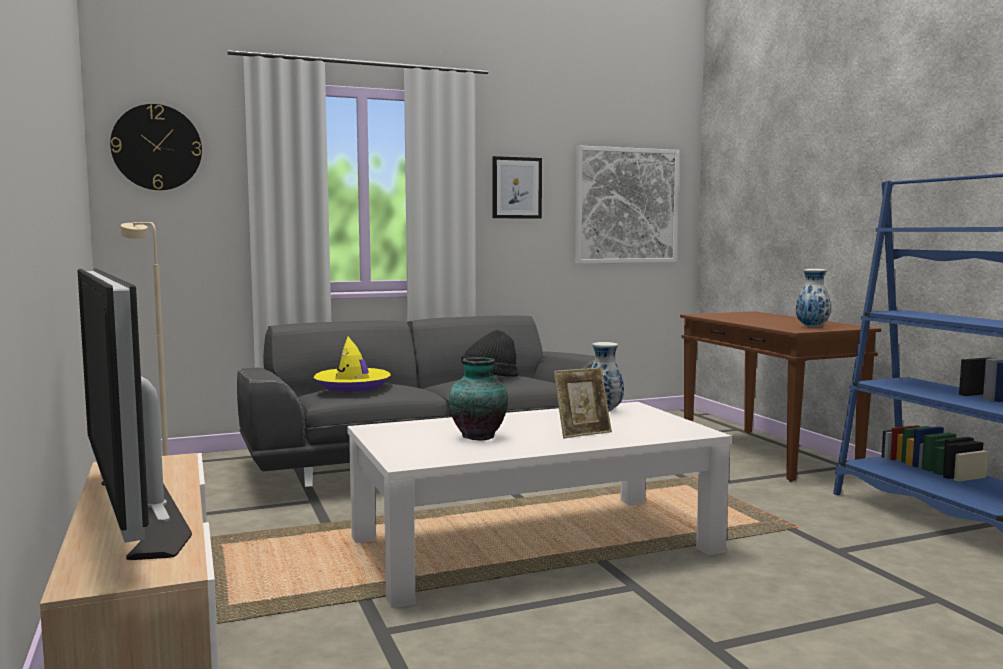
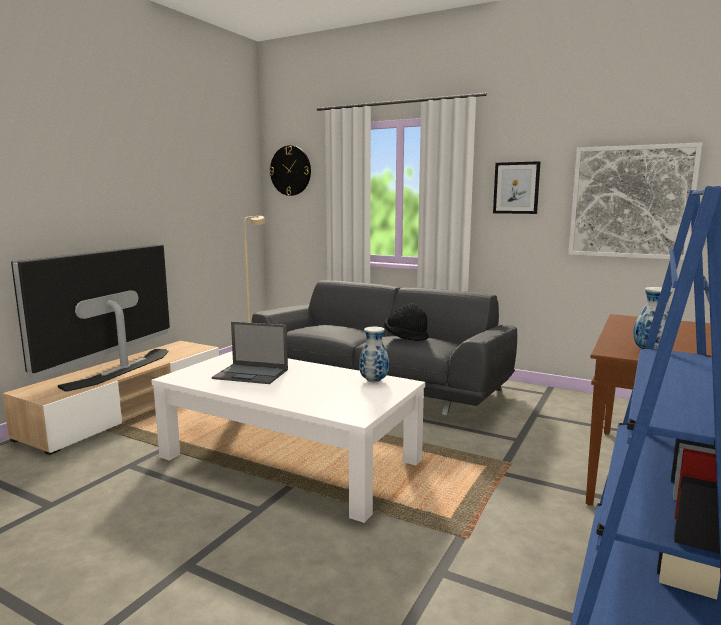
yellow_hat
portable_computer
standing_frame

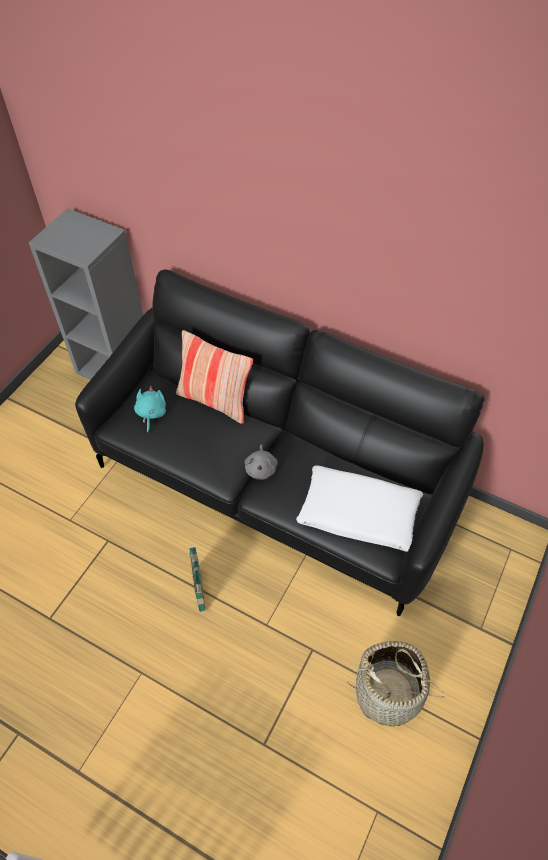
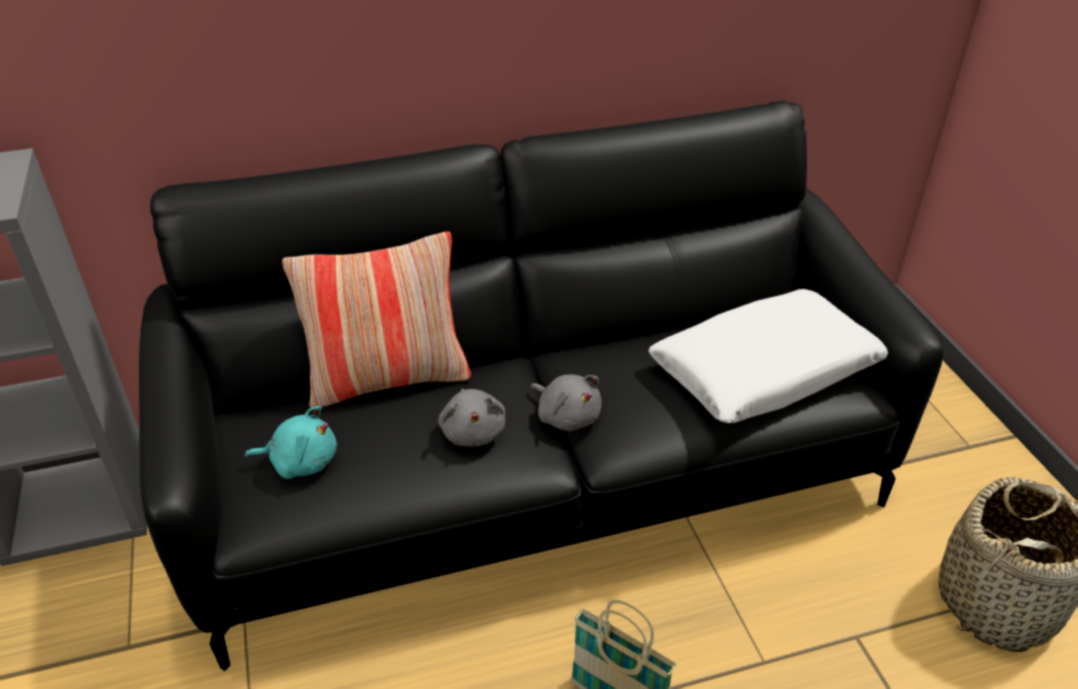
turquoise-coloured_plush_toy
greyish_plush_toy (1st from left)

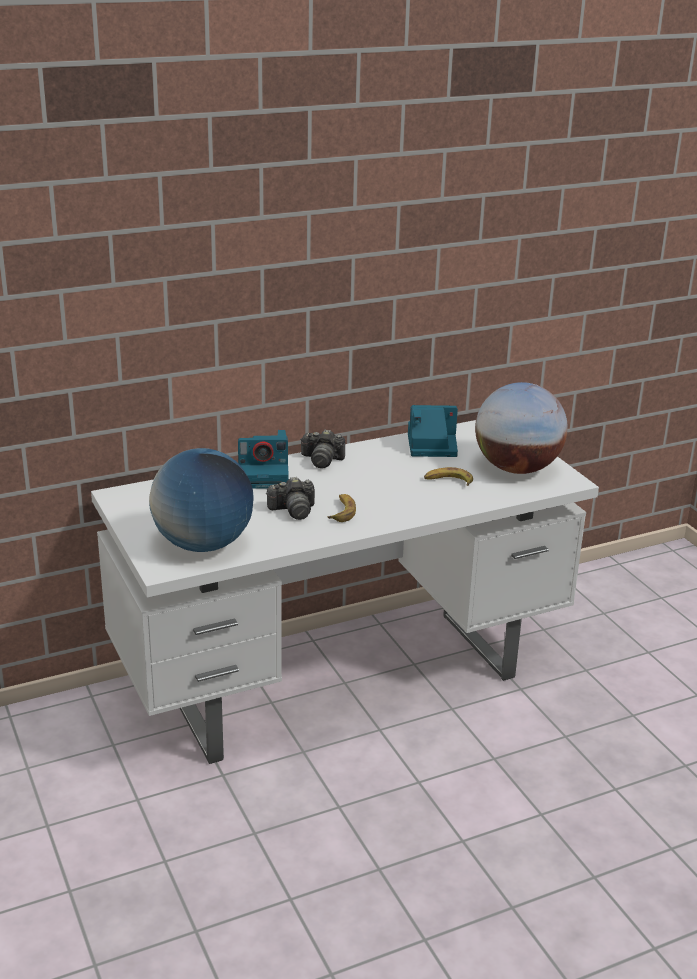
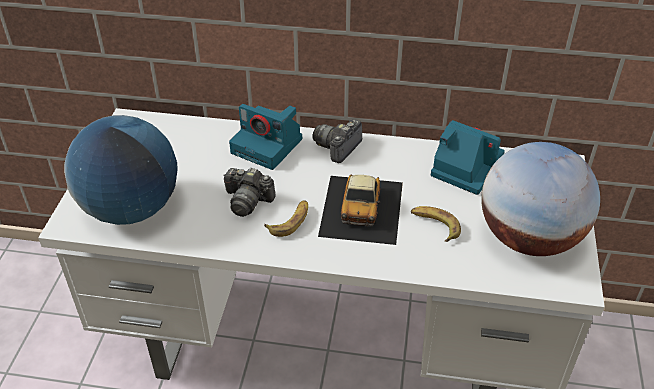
still_camera (3rd from left)
toy_car

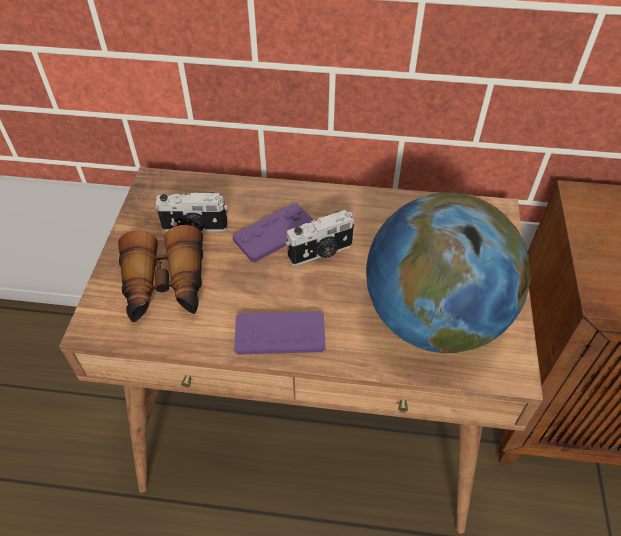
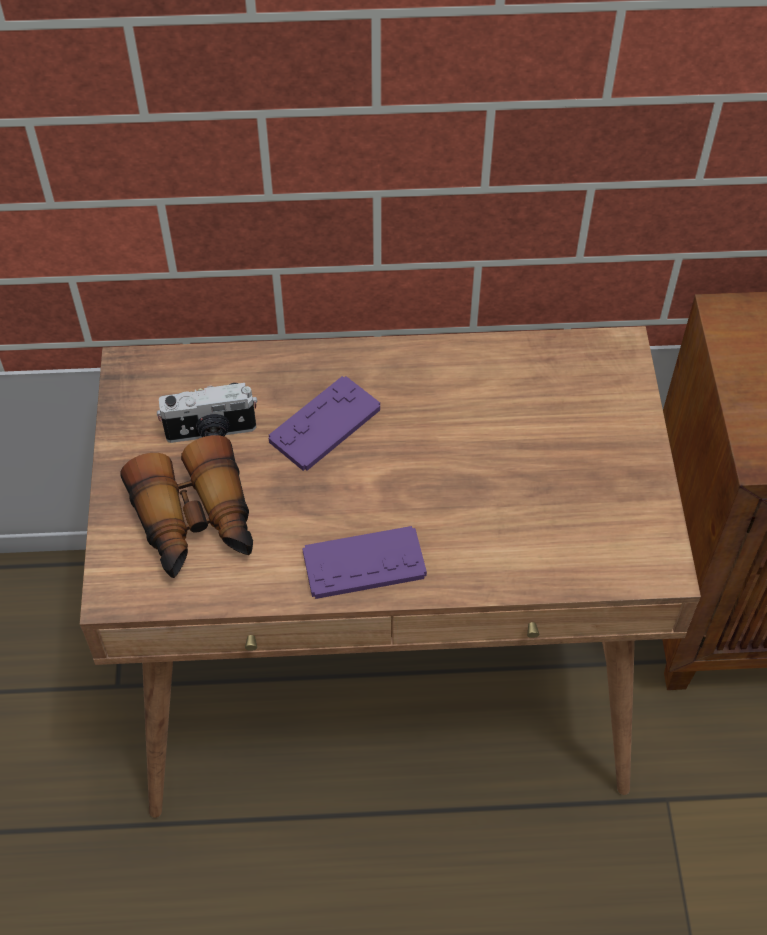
still_camera (2nd from left in the first image)
globe

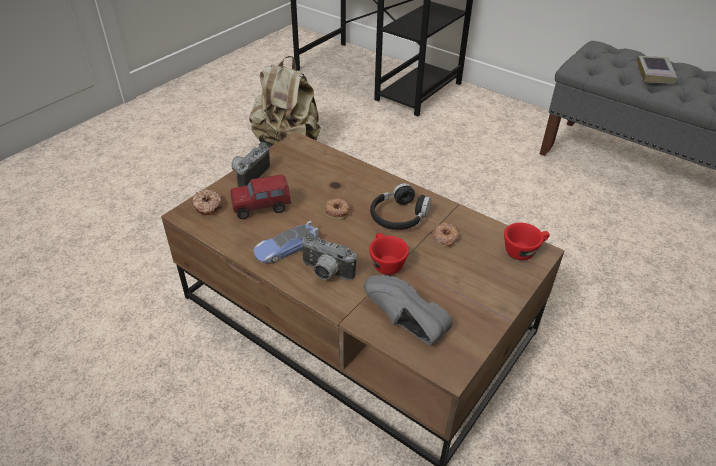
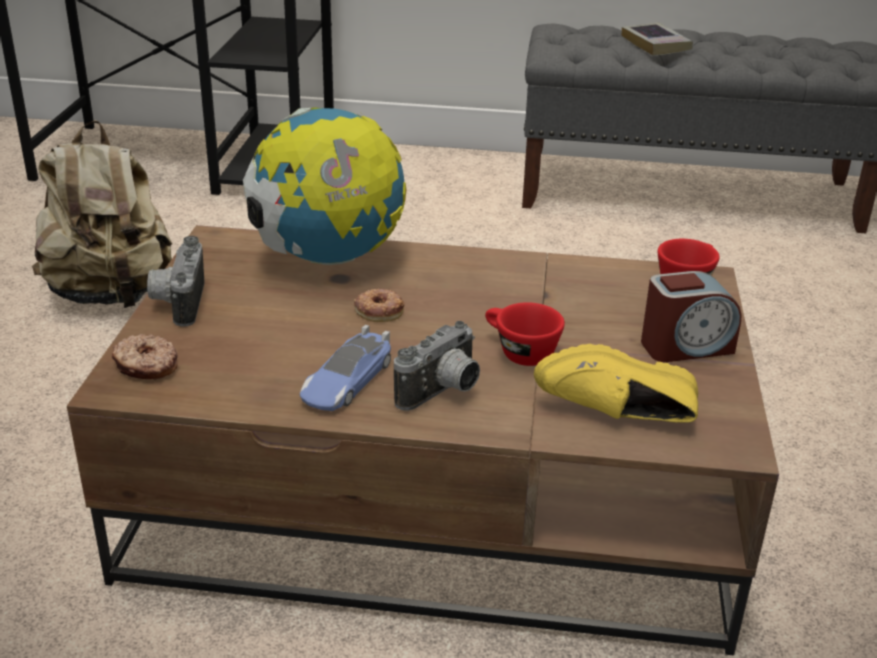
model_truck
still_camera (2nd from left)
yellow_low_shoe
black_pair_of_headphones
ring_doughnut (3rd from left in the first image)
globe
table_clock

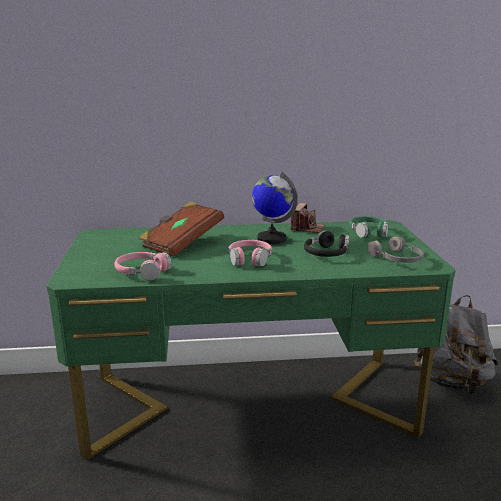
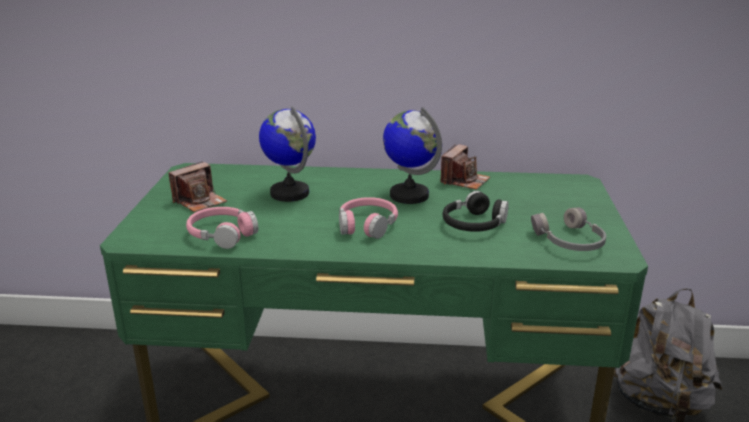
globe (1st from left)
greenish_pair_of_headphones
still_camera (1st from left)

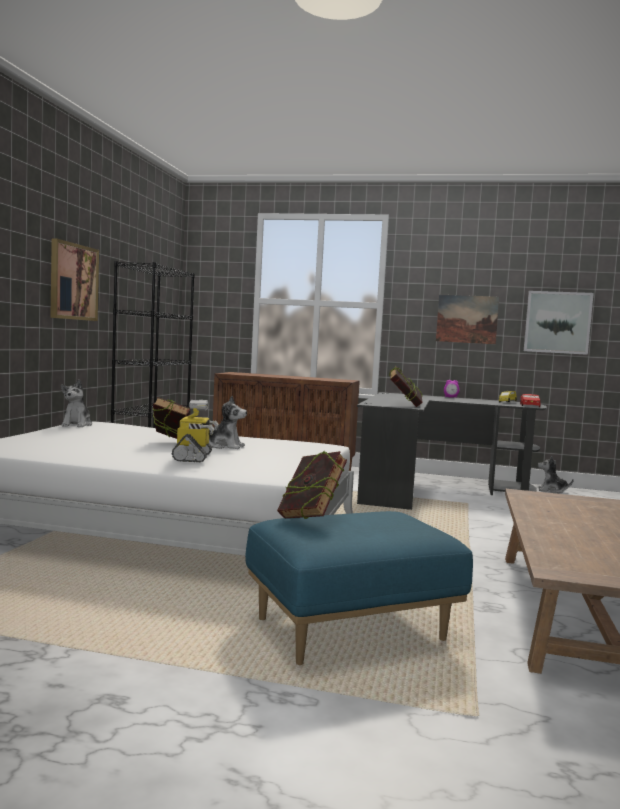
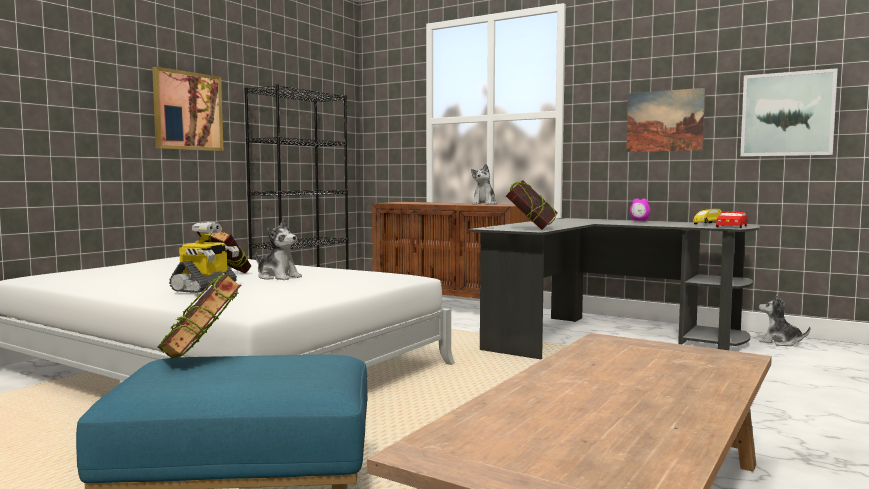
plush_toy (2nd from left)

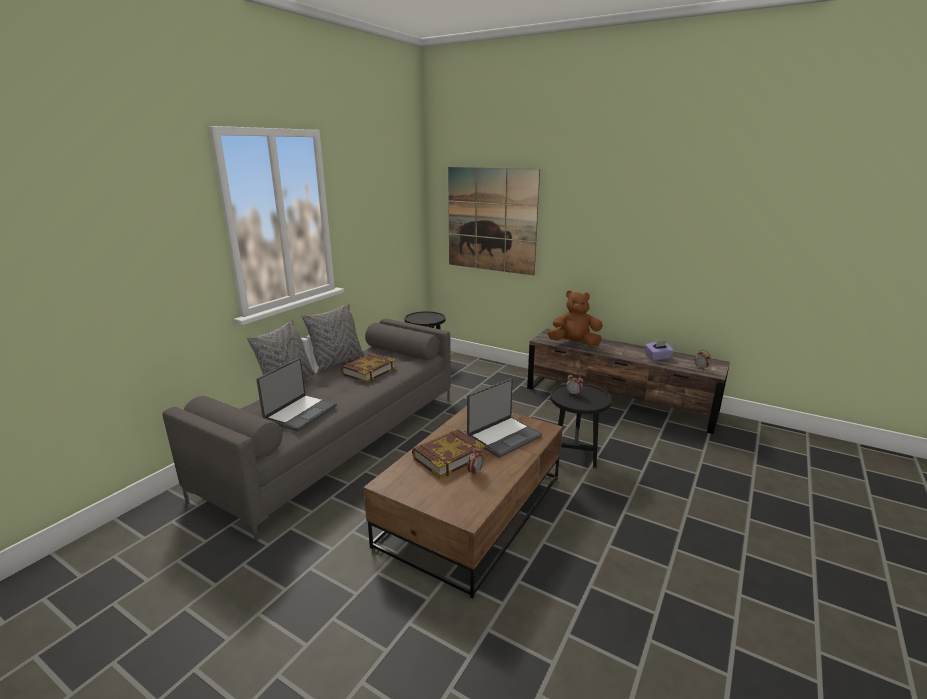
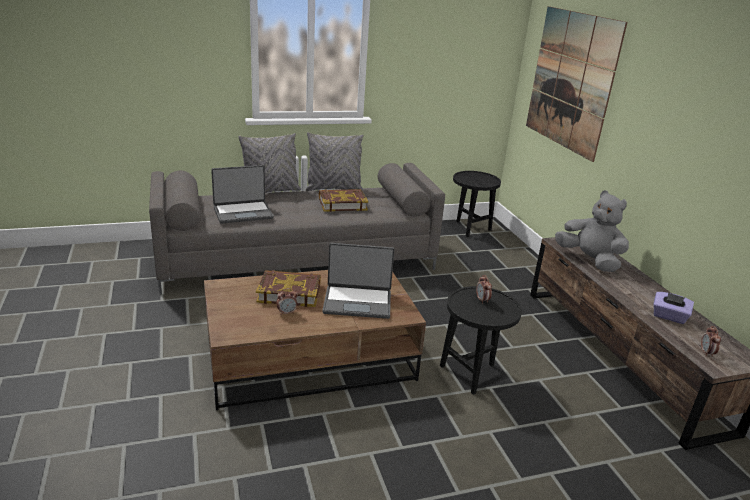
greyish_plush_toy

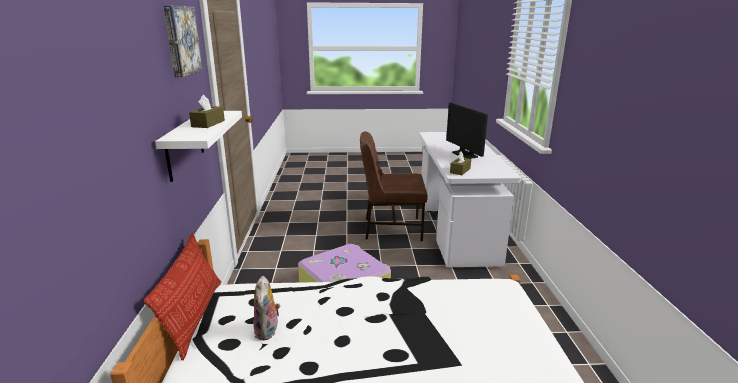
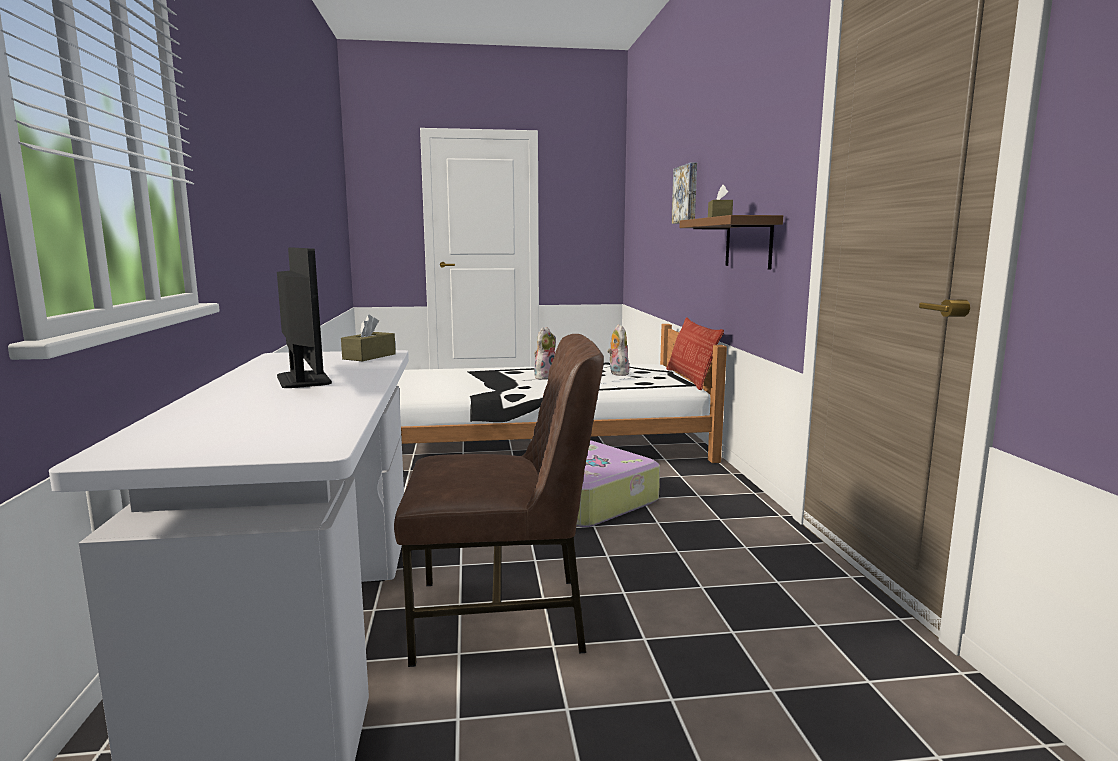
brown_bracket_shelf
picture
plush_toy (1st from left)

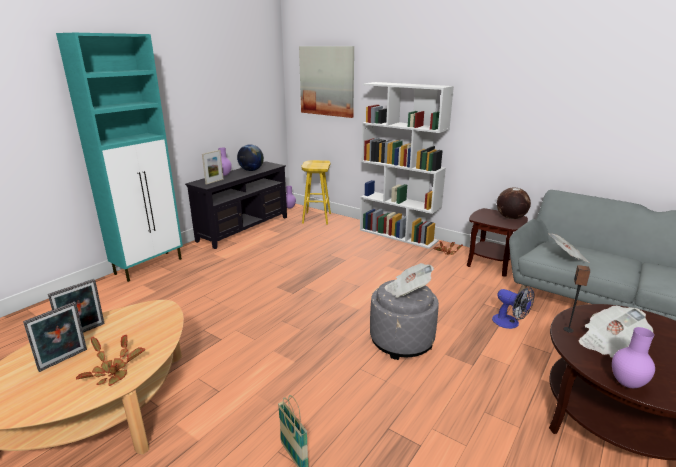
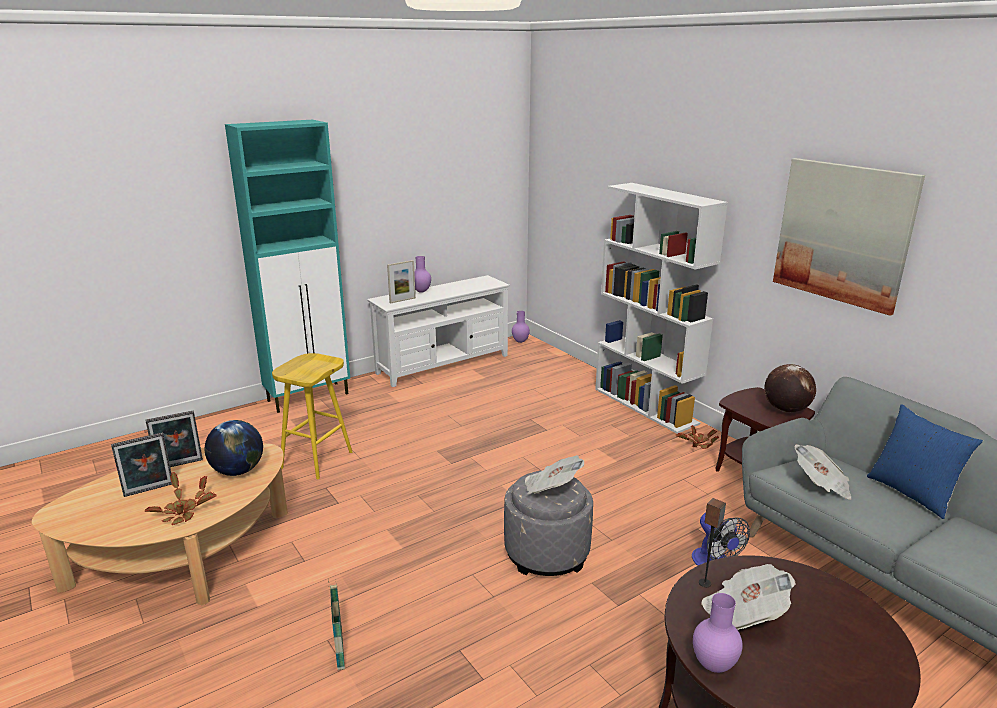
whitish_media_console
globe (1st from left)
picture
yellow_sitting_stool
blue-coloured_cushion

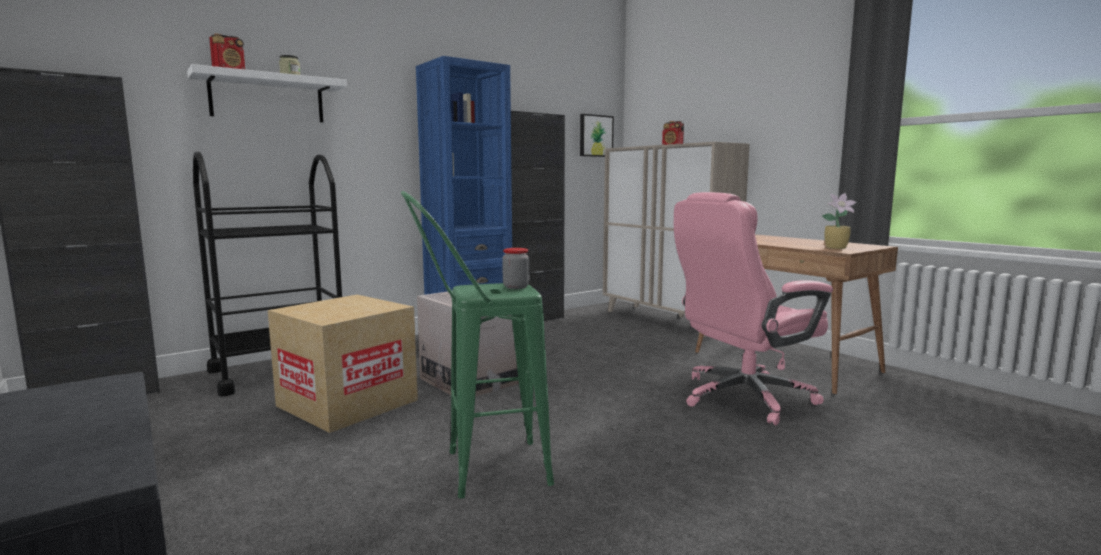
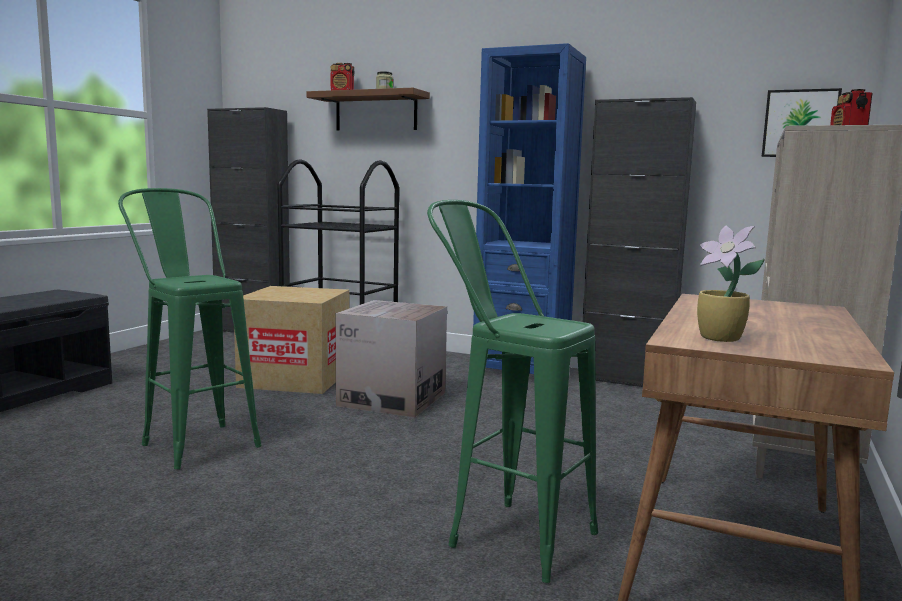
brown_bracket_shelf
jar (2nd from left in the first image)
greenish_sitting_stool (2nd from left)

